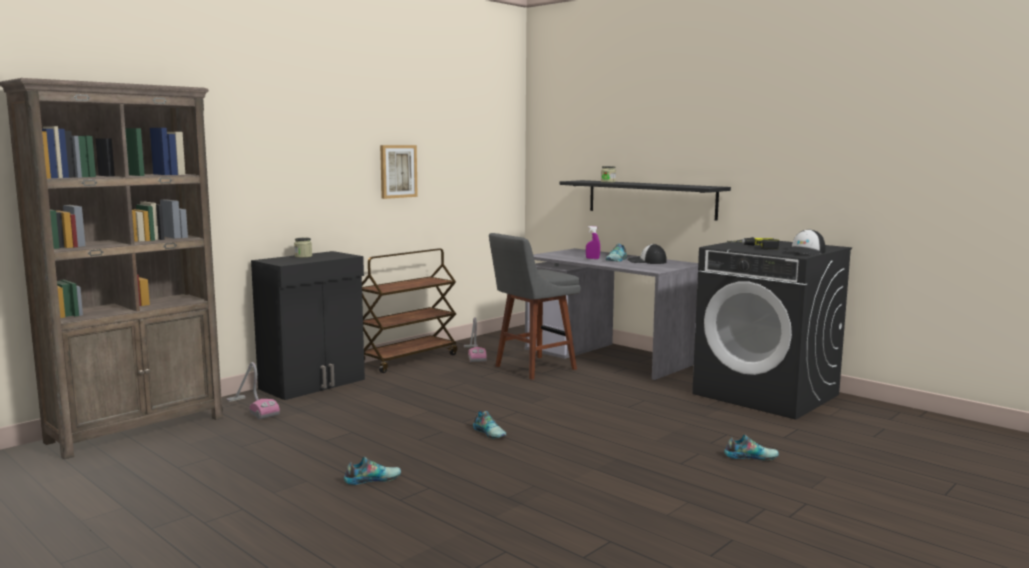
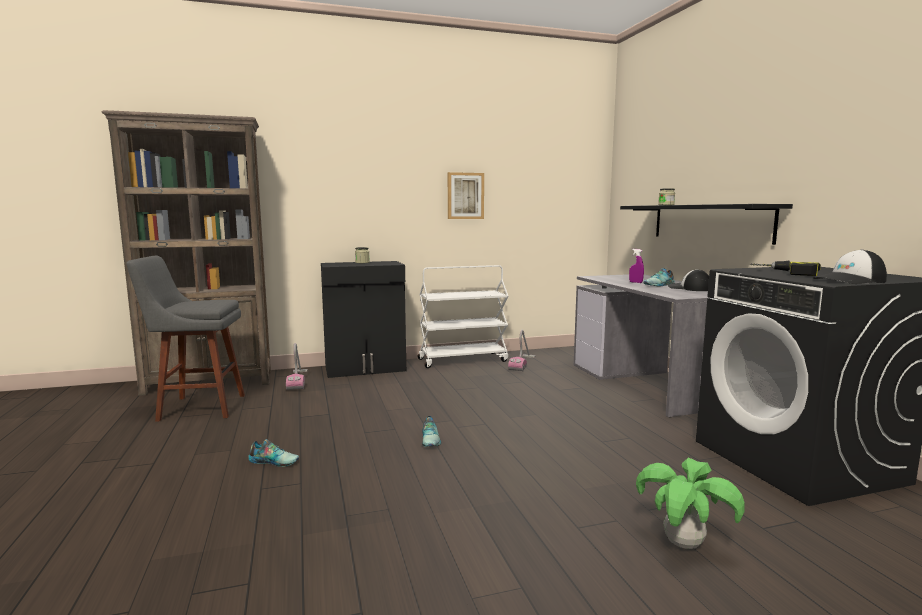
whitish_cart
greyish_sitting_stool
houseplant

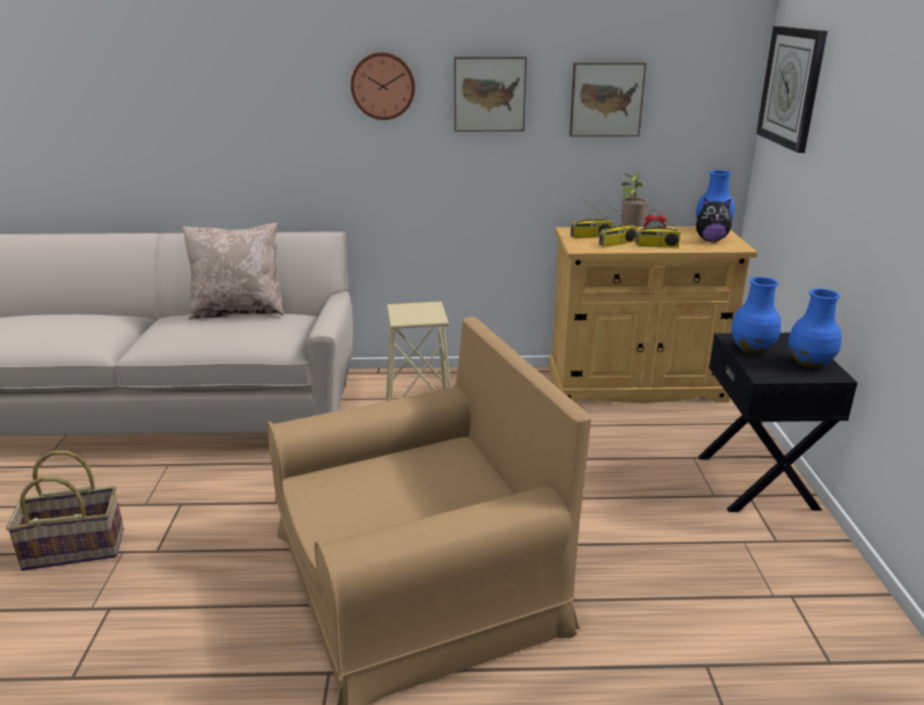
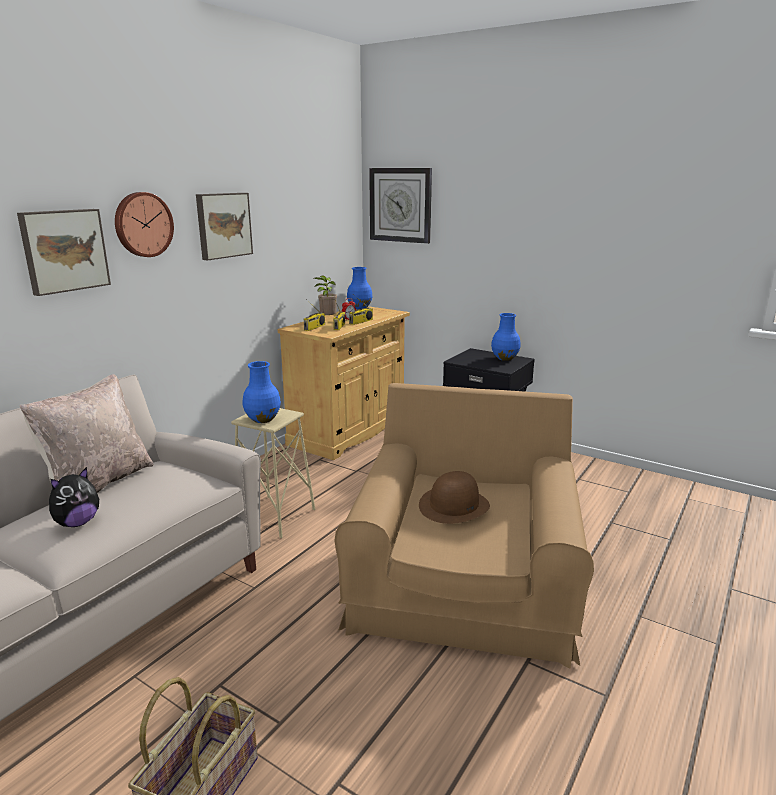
picture (1st from left)
plush_toy
blue-coloured_vase (1st from left)
brown_hat

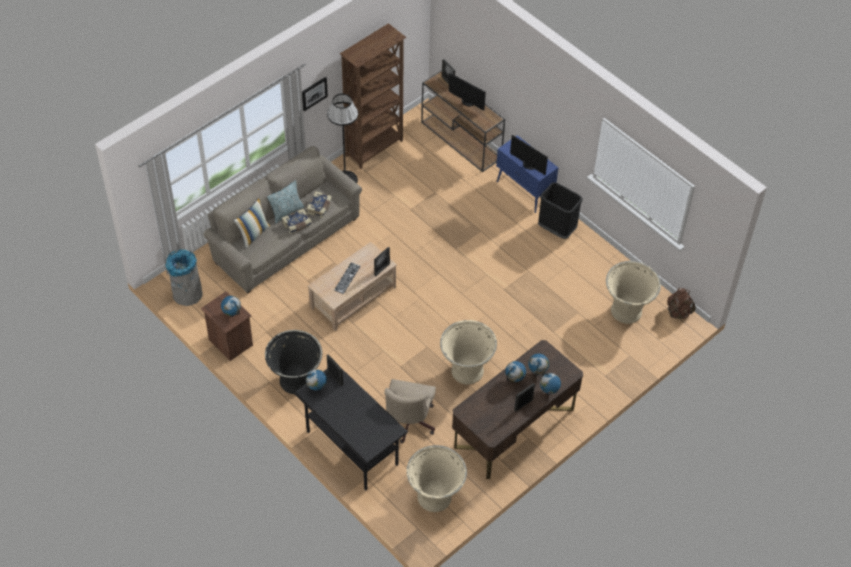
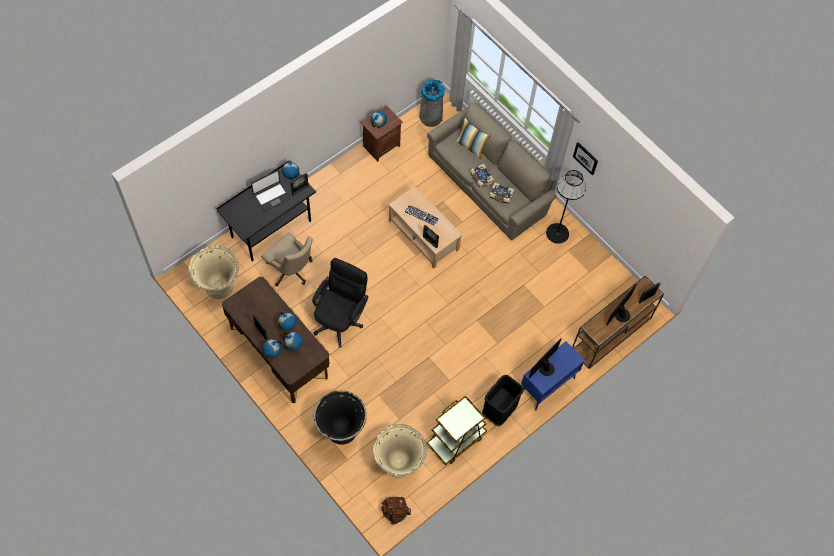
black_planter
cushion (2nd from left in the first image)
brown_bookshelf
beige-coloured_computer_chair
black_computer_chair
portable_computer
brown_cart

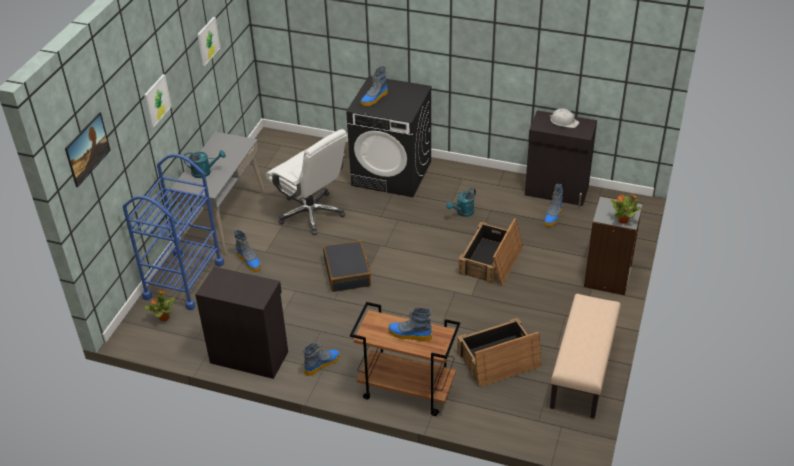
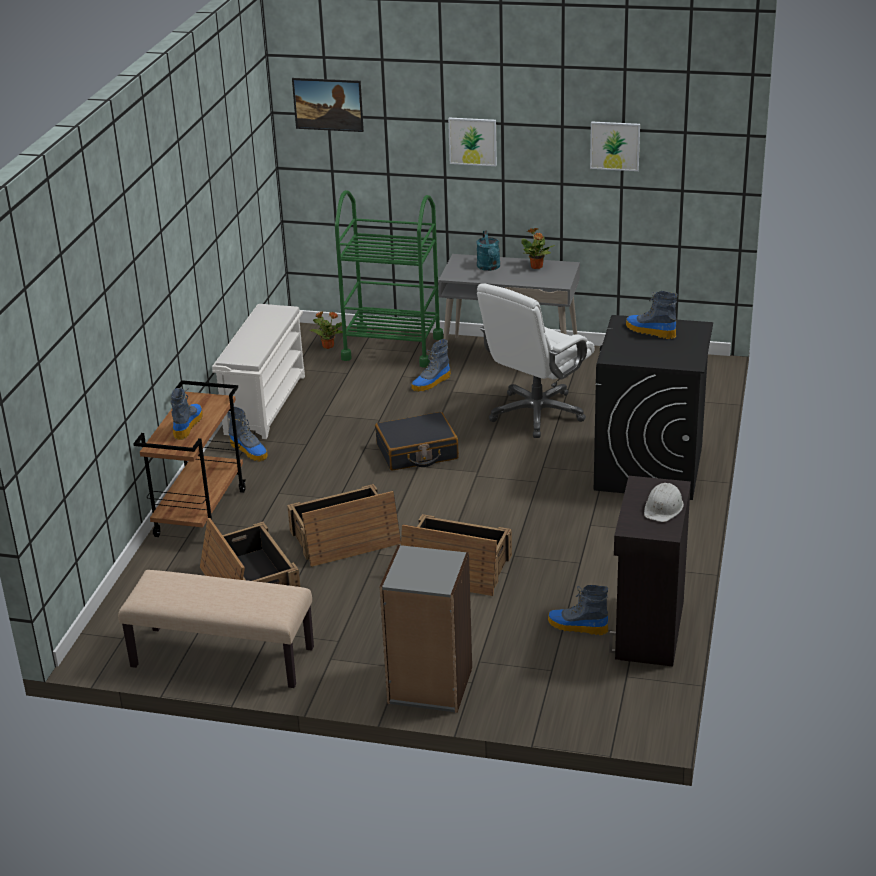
greenish_cart
whitish_shoe_stand
turquoise-coloured_sprinkling_can (2nd from left in the first image)
houseplant (2nd from left)
crate (2nd from left)

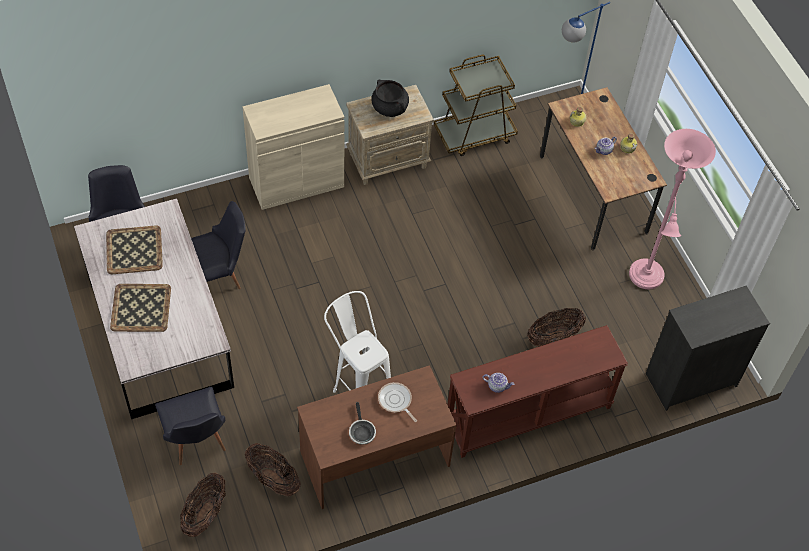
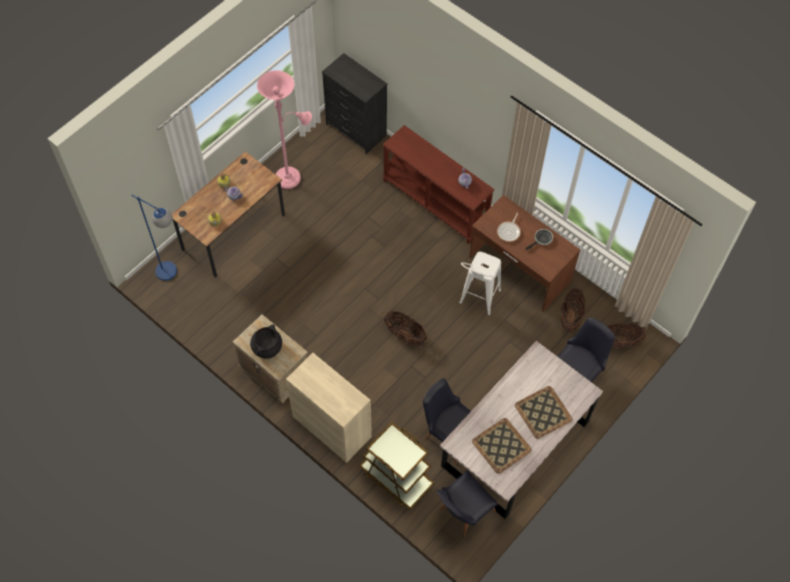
brown_cart
basket (1st from left)

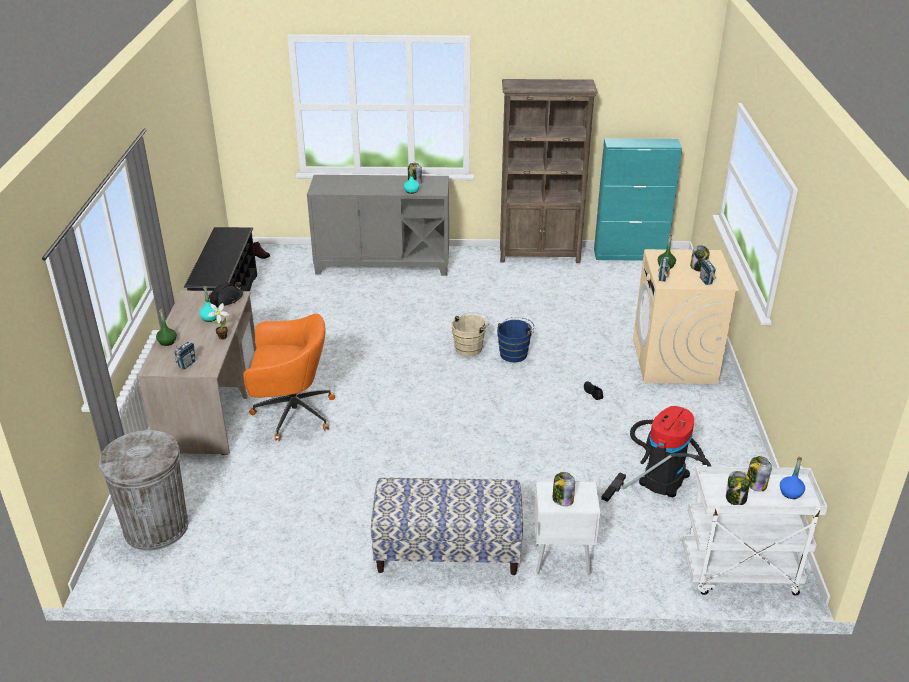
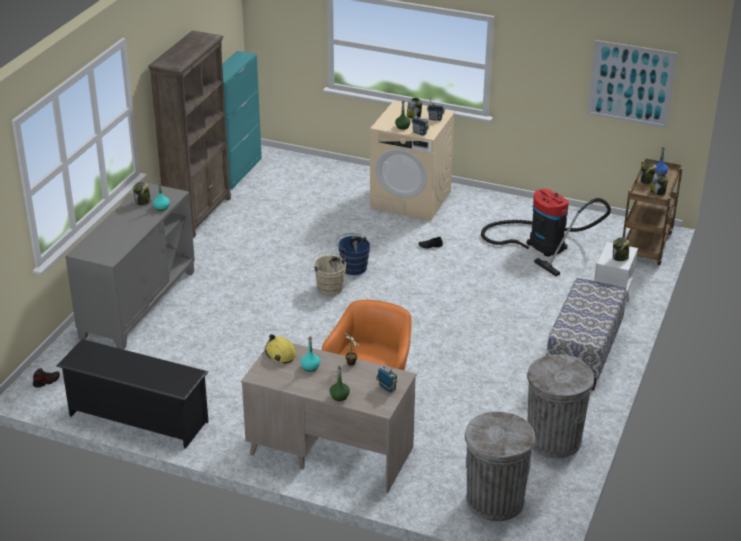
yellow_safety_helmet
brown_cart
greyish_rubbish_bin (2nd from left)
picture

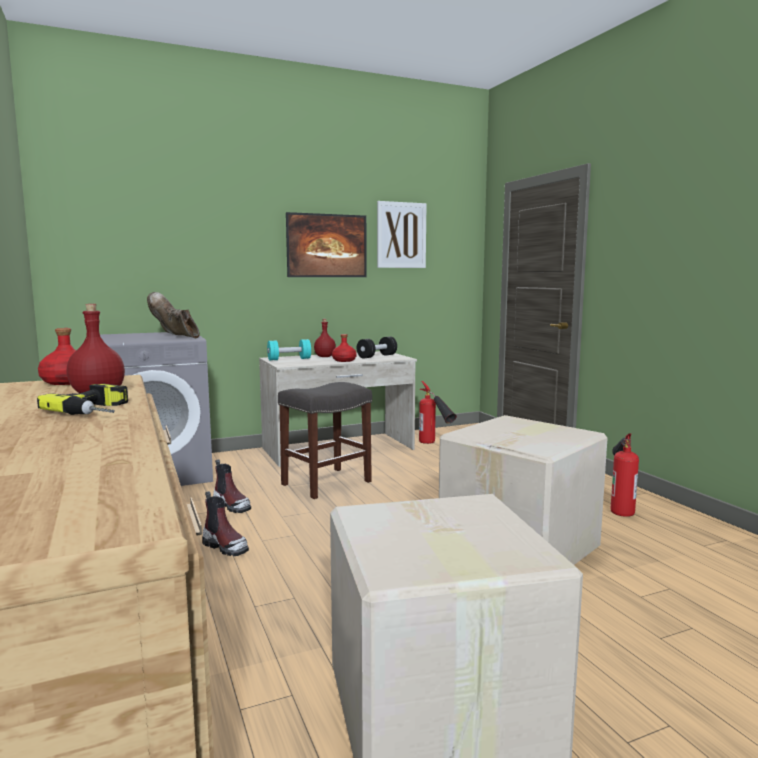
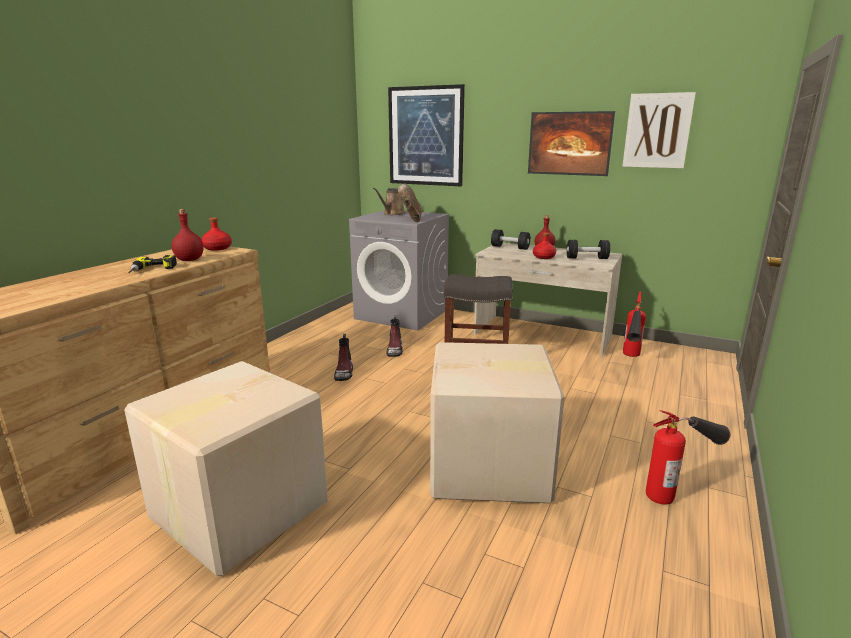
black_free_weight (1st from left)
brown_sprinkling_can
picture (1st from left)

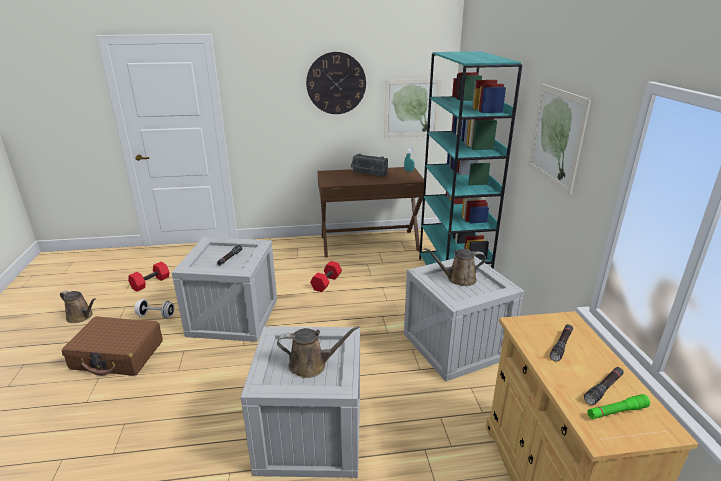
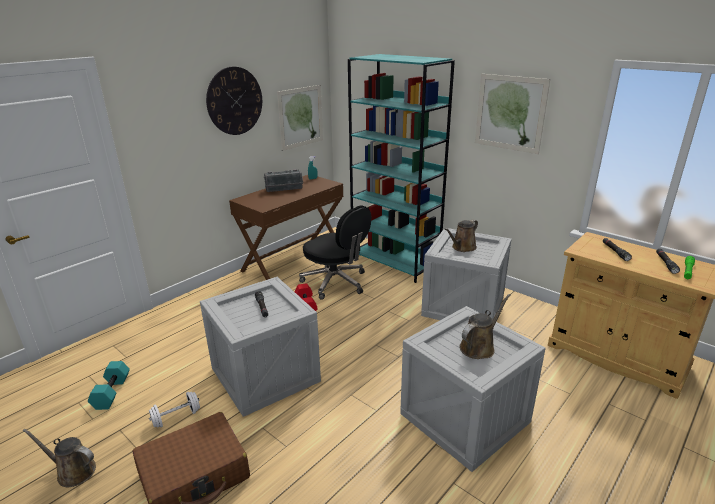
brown_sprinkling_can (1st from left)
turquoise-coloured_free_weight
black_computer_chair

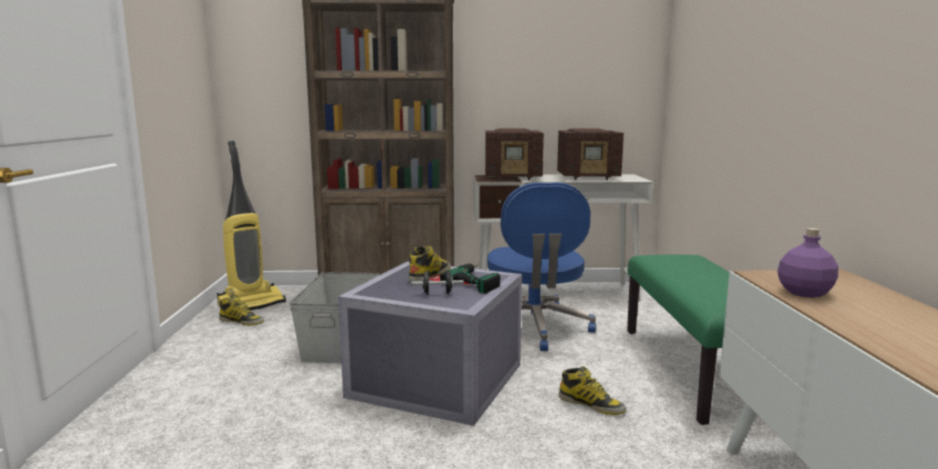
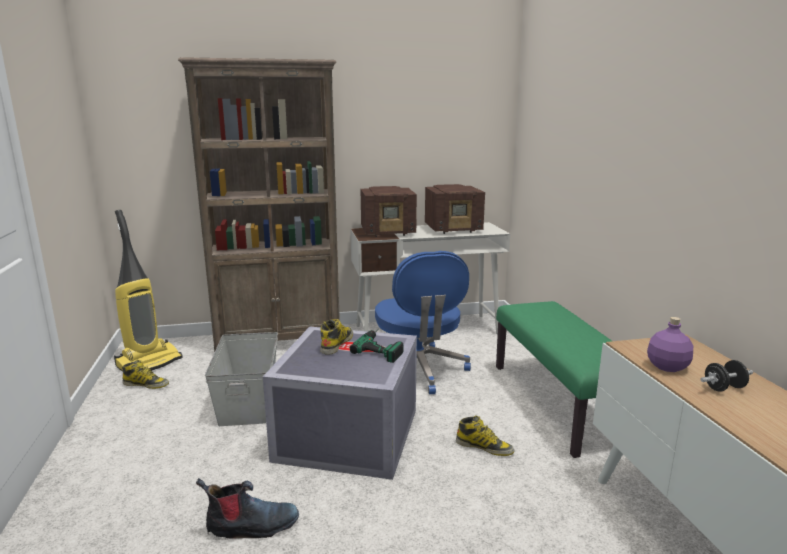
black_free_weight
tall_boot (2nd from left)

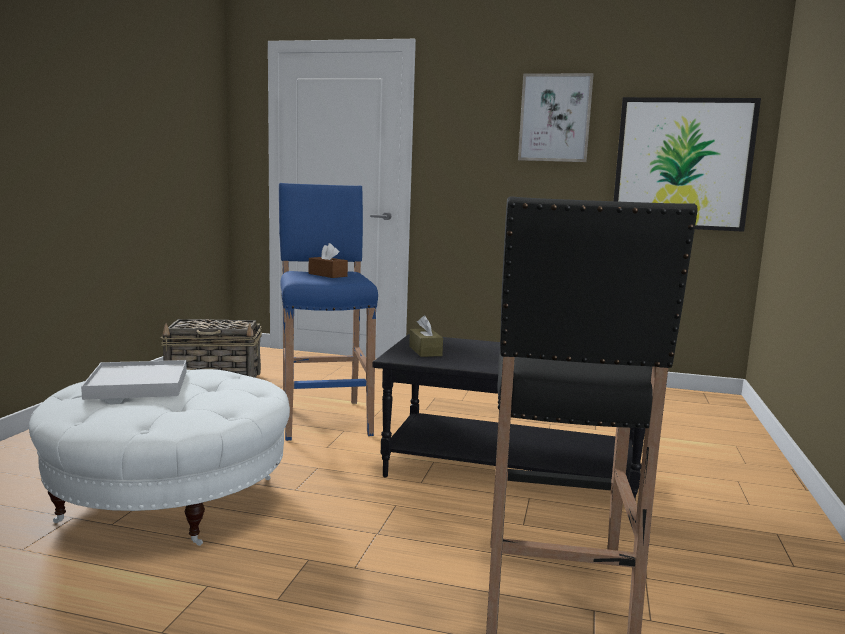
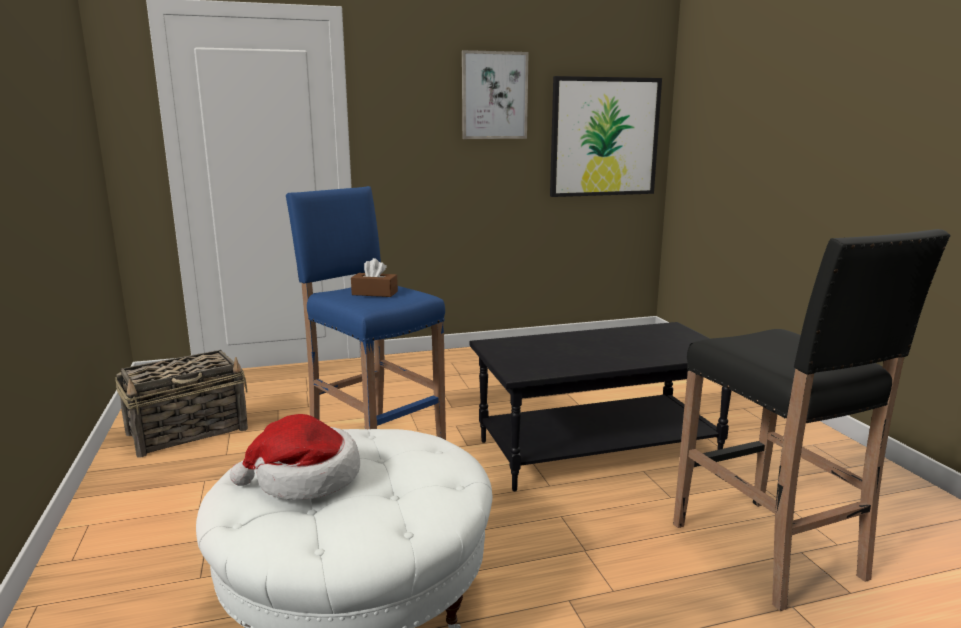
hat
brown_tissue_box (2nd from left in the first image)

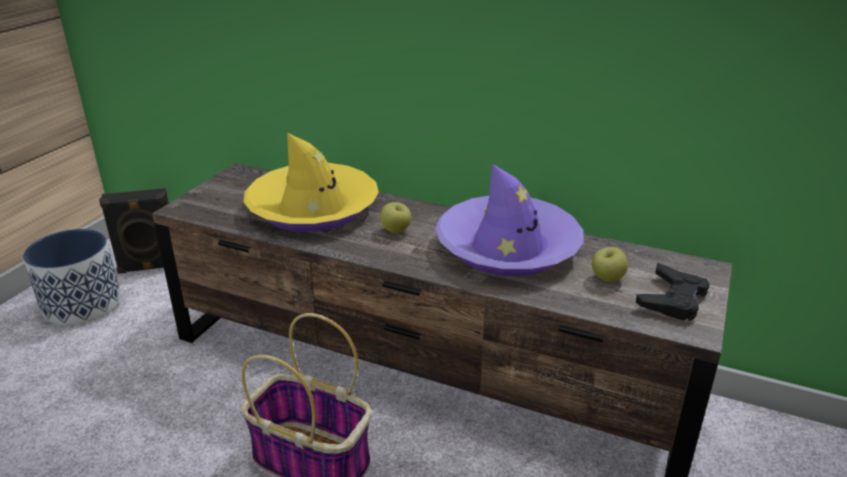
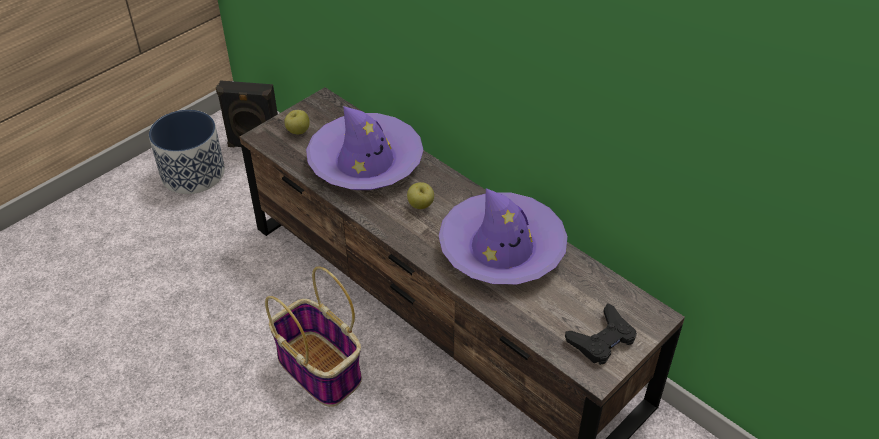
purple_hat (1st from left)
apple (1st from left)

